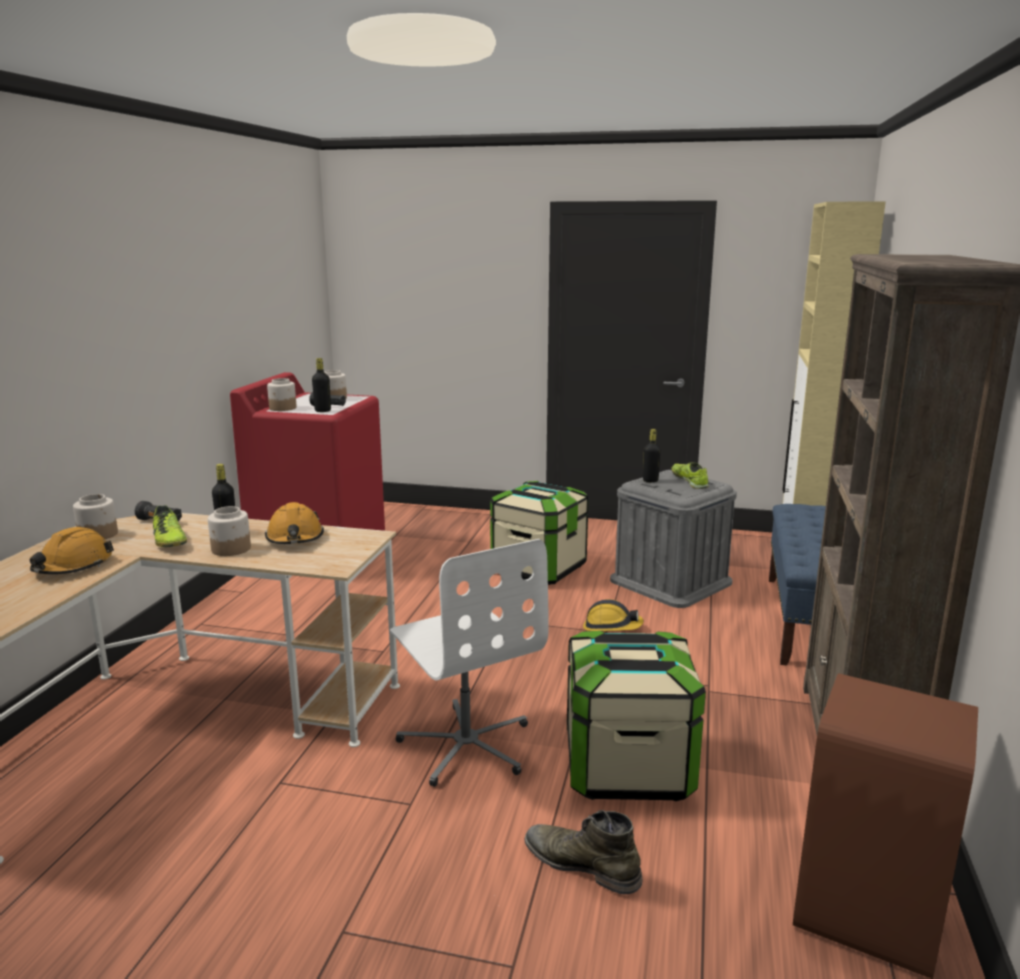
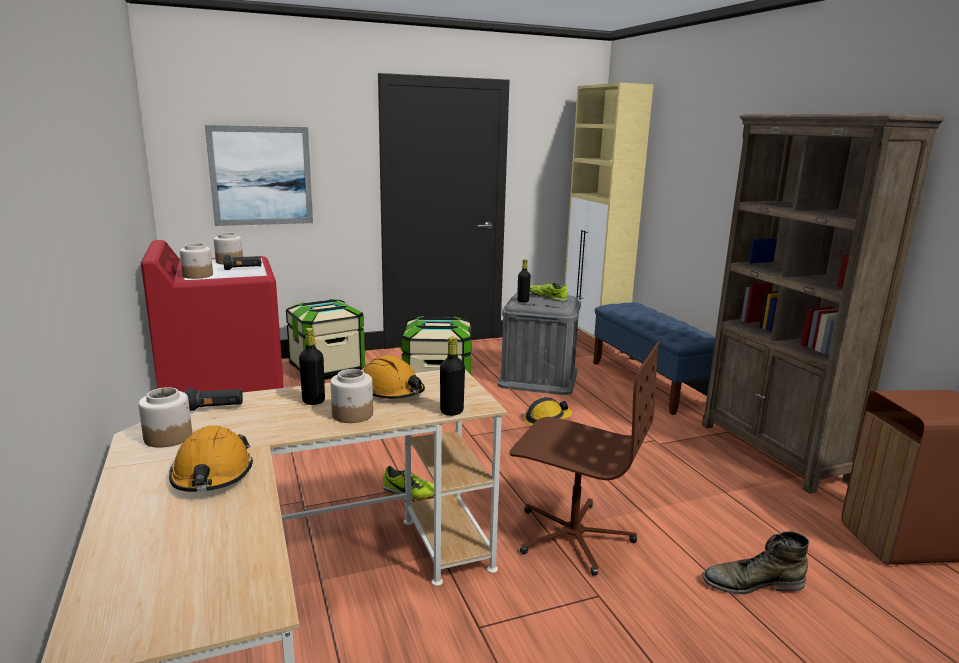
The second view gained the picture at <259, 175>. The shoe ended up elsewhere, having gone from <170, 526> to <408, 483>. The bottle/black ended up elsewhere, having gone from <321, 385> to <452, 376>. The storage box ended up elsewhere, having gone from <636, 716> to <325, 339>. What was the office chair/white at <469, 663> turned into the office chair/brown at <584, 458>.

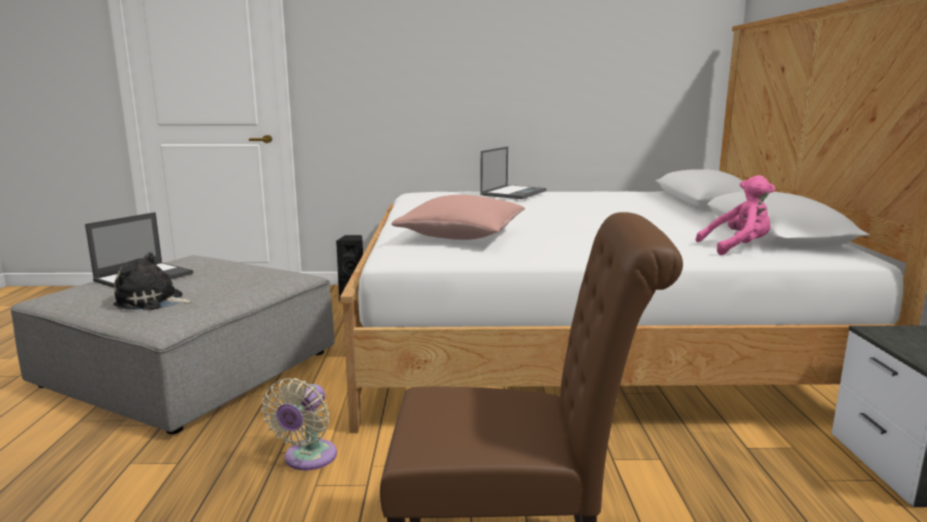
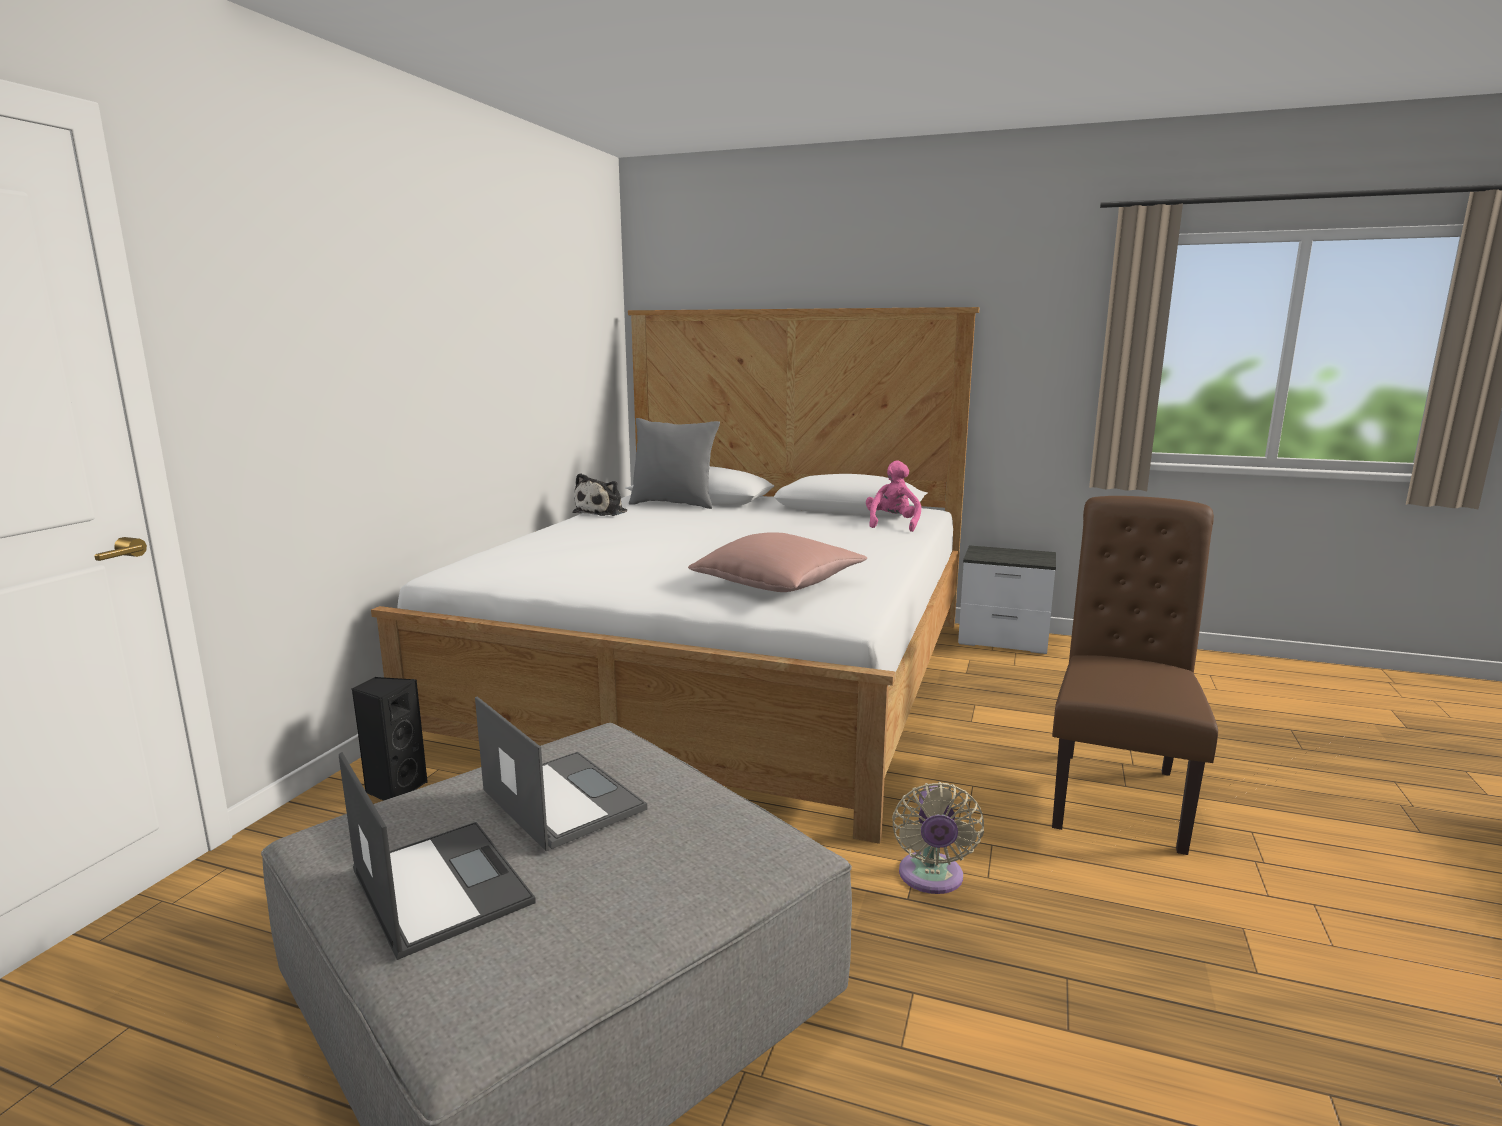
The second view gained the pillow/grey at <674, 463>. The plush toy ended up elsewhere, having gone from <154, 281> to <600, 494>. The laptop ended up elsewhere, having gone from <513, 172> to <561, 774>. The fan/beige at <299, 424> ended up facing another way, 60 degrees clockwise from before.

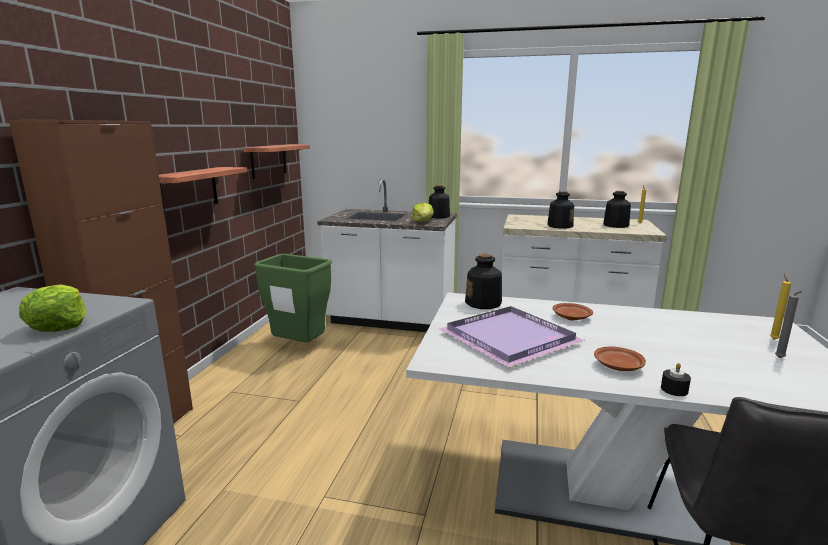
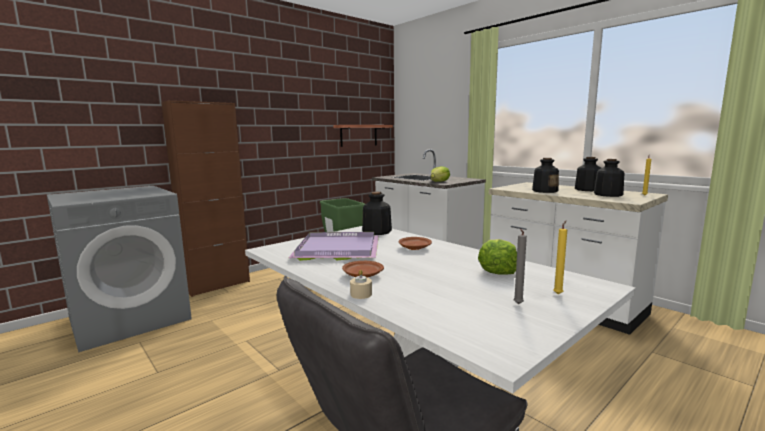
The second view lost the shelf at <203, 191>. The lettuce ended up elsewhere, having gone from <53, 308> to <497, 257>. The bottle ended up elsewhere, having gone from <439, 201> to <588, 174>. What was the candle/black at <676, 379> turned into the candle/beige at <361, 284>.

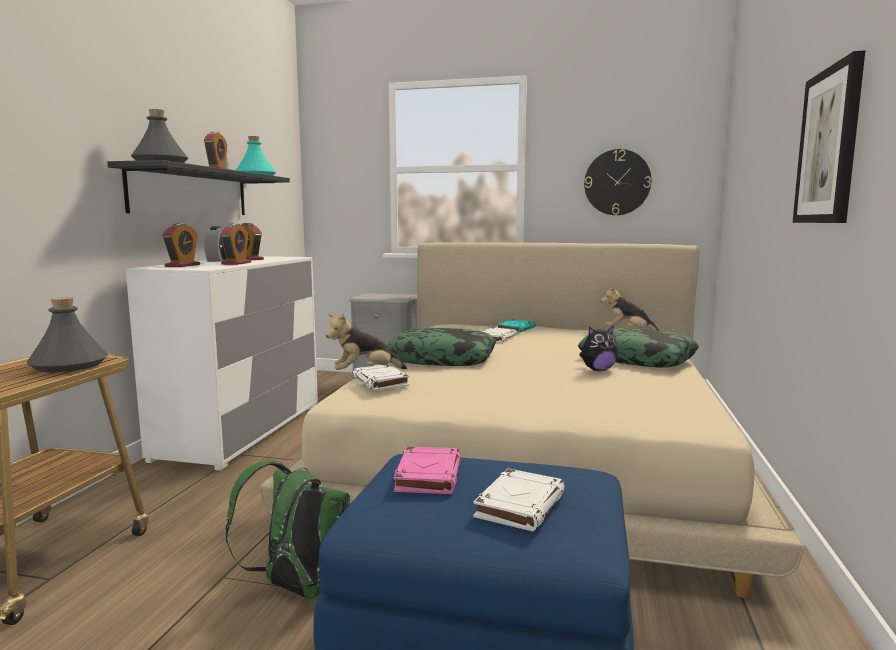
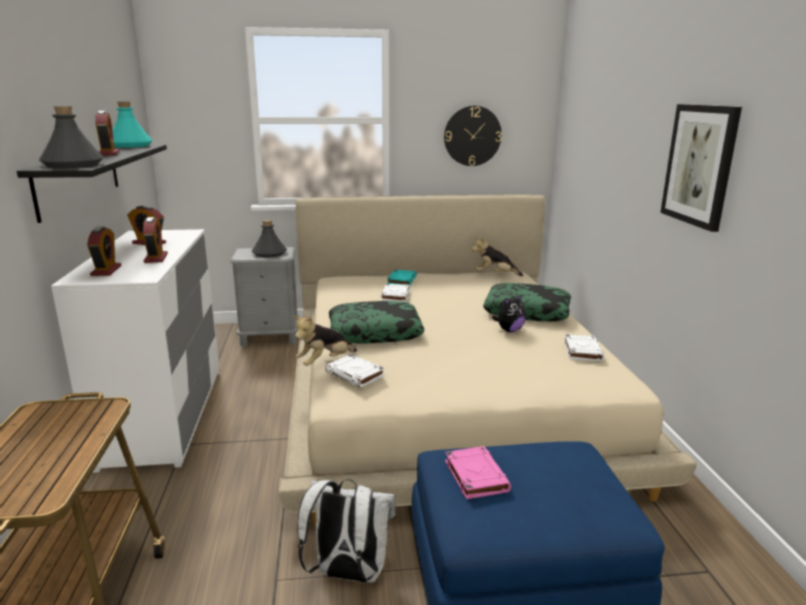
The second view lost the alarm clock at <215, 244>. The bottle/grey ended up elsewhere, having gone from <67, 334> to <269, 238>. The book/white ended up elsewhere, having gone from <519, 500> to <584, 348>. What was the backpack/green at <288, 530> turned into the backpack/white at <347, 531>.

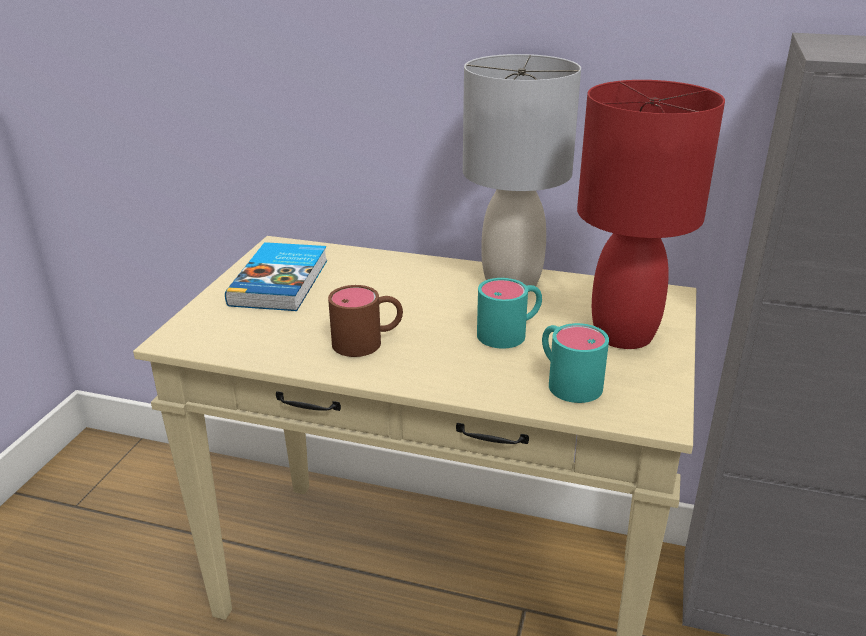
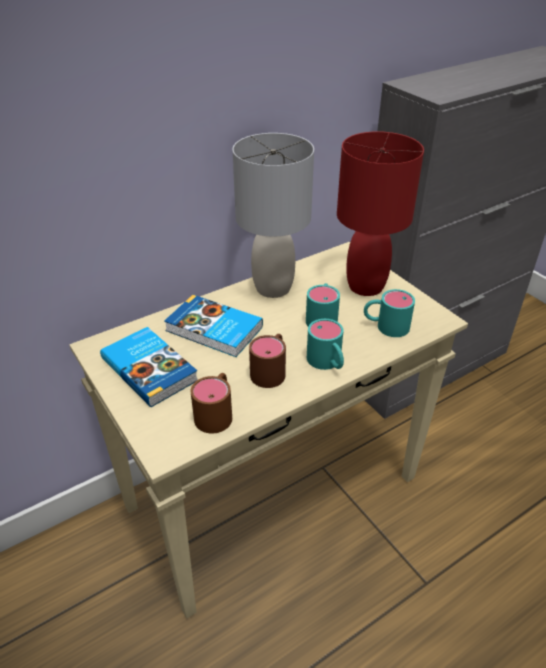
The second view gained the book at <213, 326>. The second view gained the mug/brown at <211, 403>. The second view gained the mug/turquoise at <325, 344>.

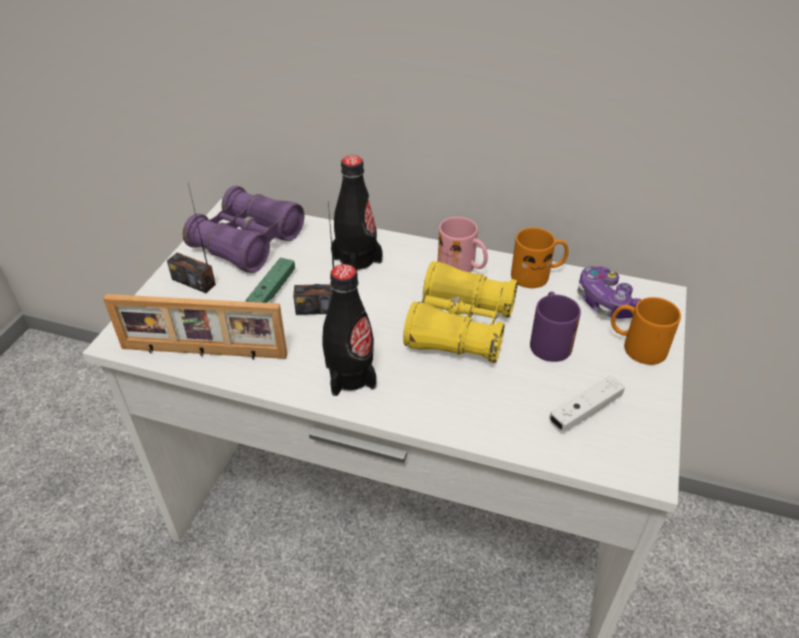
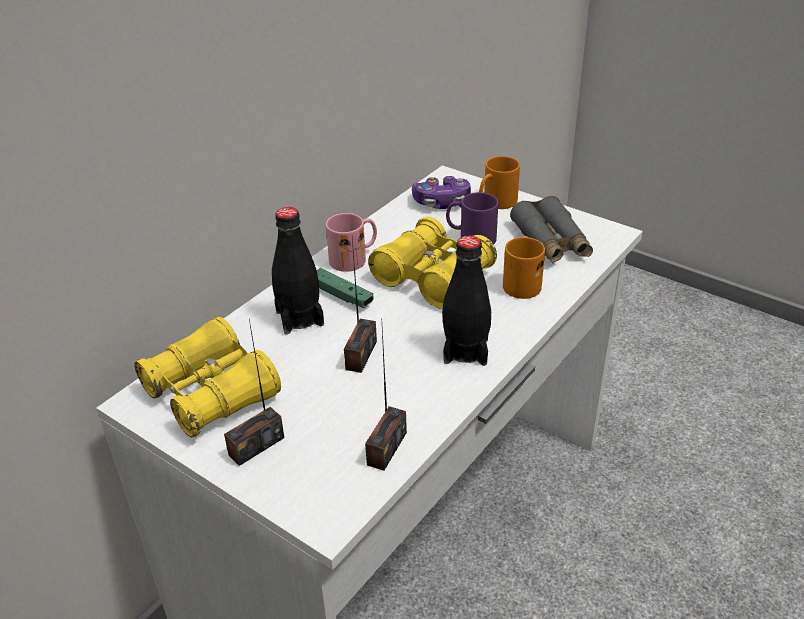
The game controller/green ended up elsewhere, having gone from <270, 280> to <345, 288>. The mug/orange ended up elsewhere, having gone from <540, 257> to <524, 267>. Where the picture frame stood at <195, 327>, the radio came to stand at <386, 400>. Where the game controller/white stood at <587, 403>, the binoculars/grey came to stand at <551, 229>. What was the binoculars/purple at <244, 229> turned into the binoculars/yellow at <207, 377>.

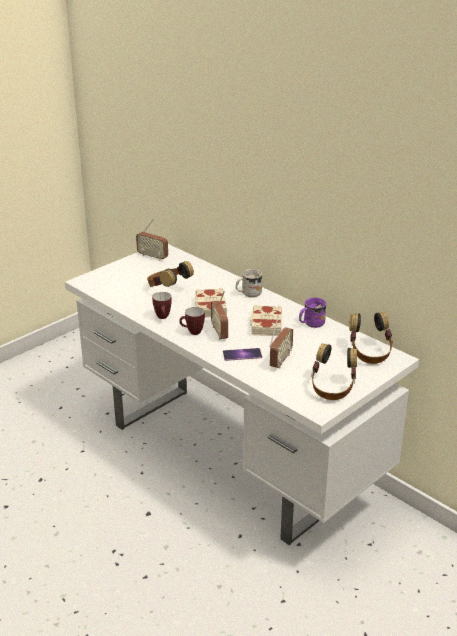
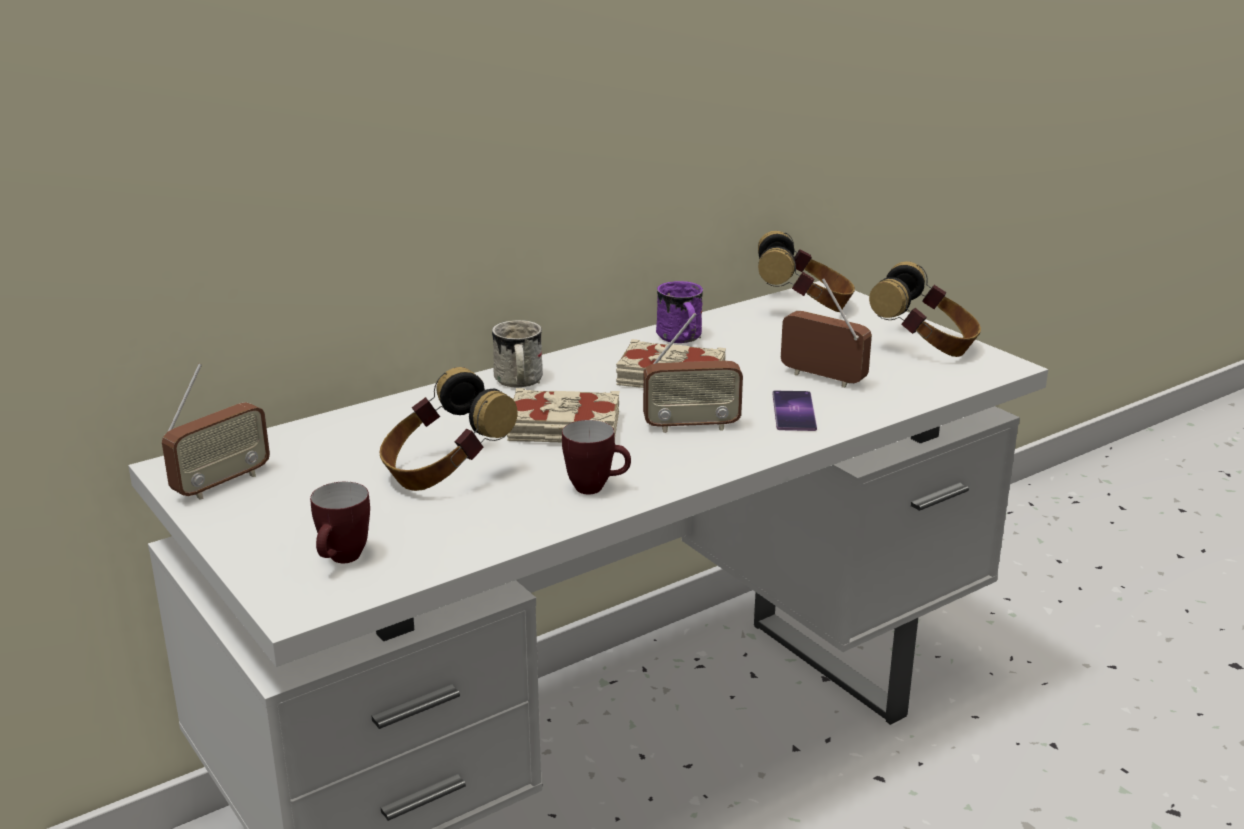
The mug ended up elsewhere, having gone from <192, 321> to <340, 522>.

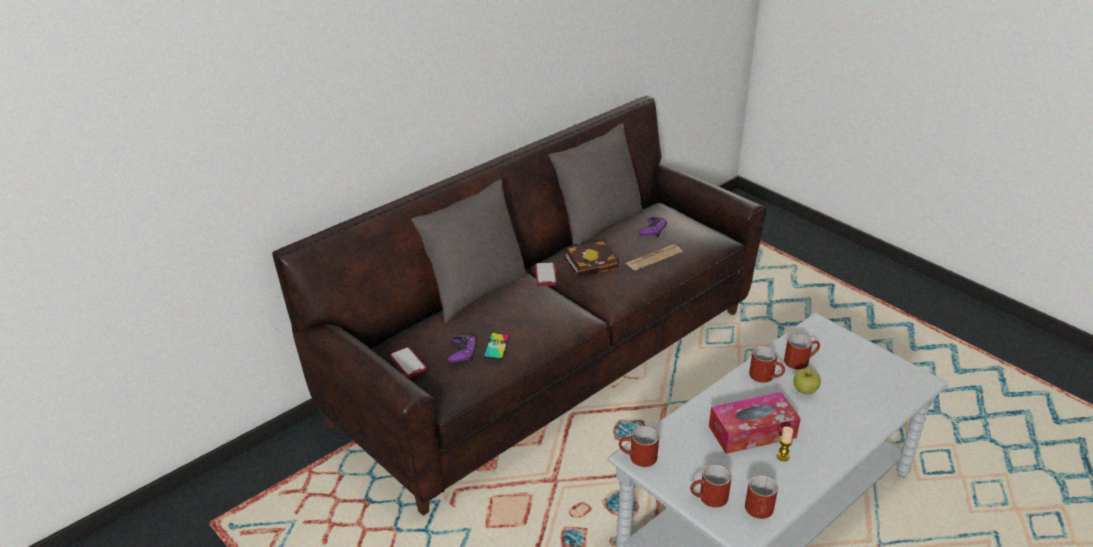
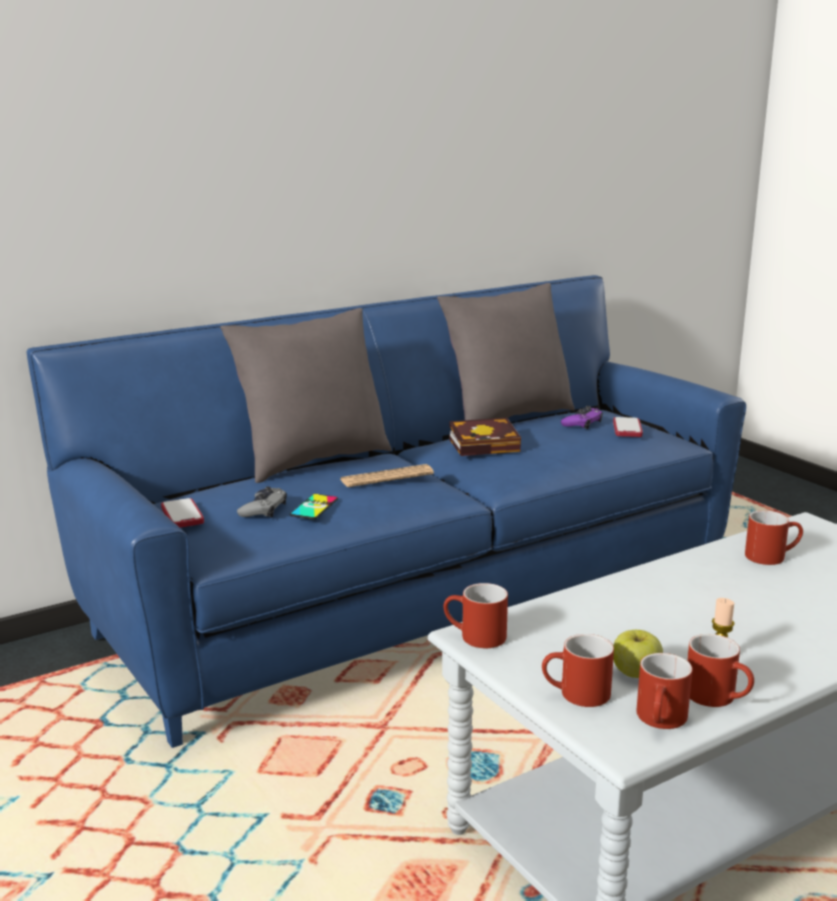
The second view lost the tissue box at <755, 423>. The phone ended up elsewhere, having gone from <546, 274> to <628, 427>. The newspaper ended up elsewhere, having gone from <654, 258> to <387, 475>. The mug/red ended up elsewhere, having gone from <767, 364> to <720, 670>. The apple ended up elsewhere, having gone from <807, 381> to <638, 654>. What was the sofa/brown at <519, 306> turned into the sofa/blue at <386, 511>. What was the game controller/purple at <462, 349> turned into the game controller/grey at <262, 502>.

